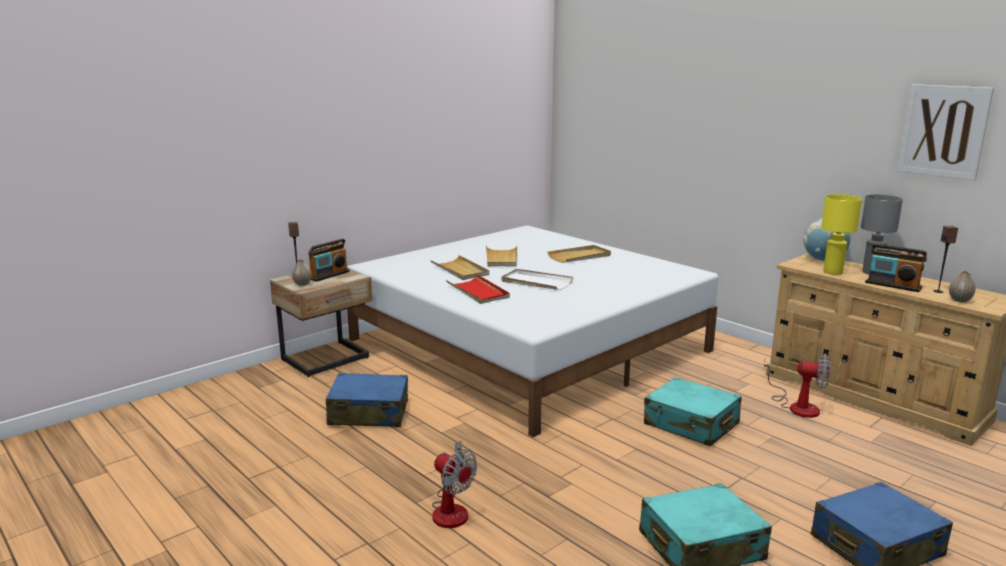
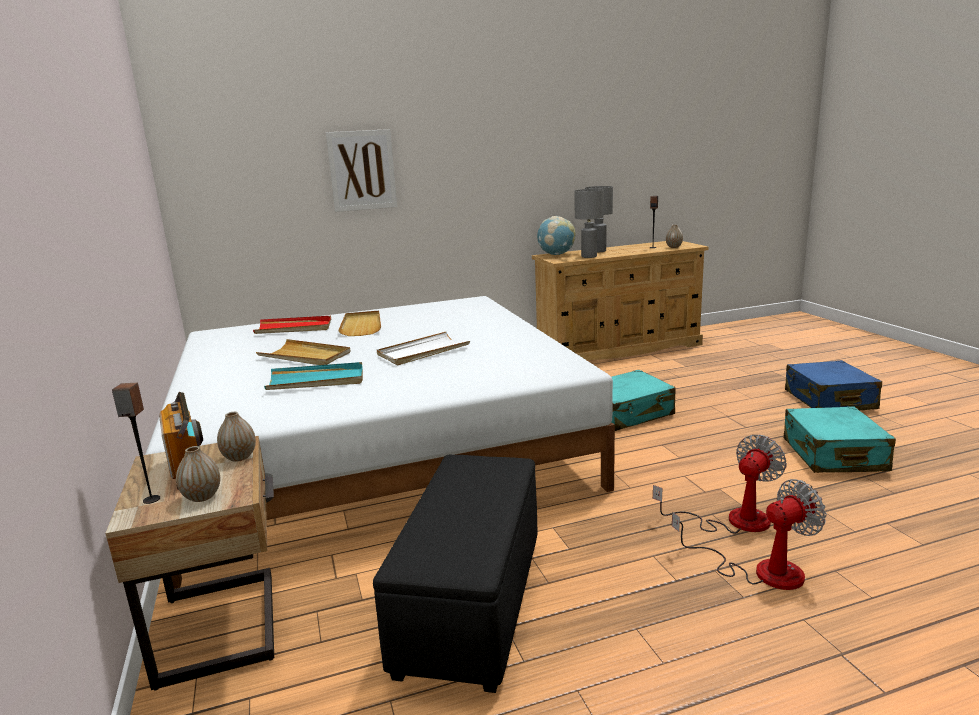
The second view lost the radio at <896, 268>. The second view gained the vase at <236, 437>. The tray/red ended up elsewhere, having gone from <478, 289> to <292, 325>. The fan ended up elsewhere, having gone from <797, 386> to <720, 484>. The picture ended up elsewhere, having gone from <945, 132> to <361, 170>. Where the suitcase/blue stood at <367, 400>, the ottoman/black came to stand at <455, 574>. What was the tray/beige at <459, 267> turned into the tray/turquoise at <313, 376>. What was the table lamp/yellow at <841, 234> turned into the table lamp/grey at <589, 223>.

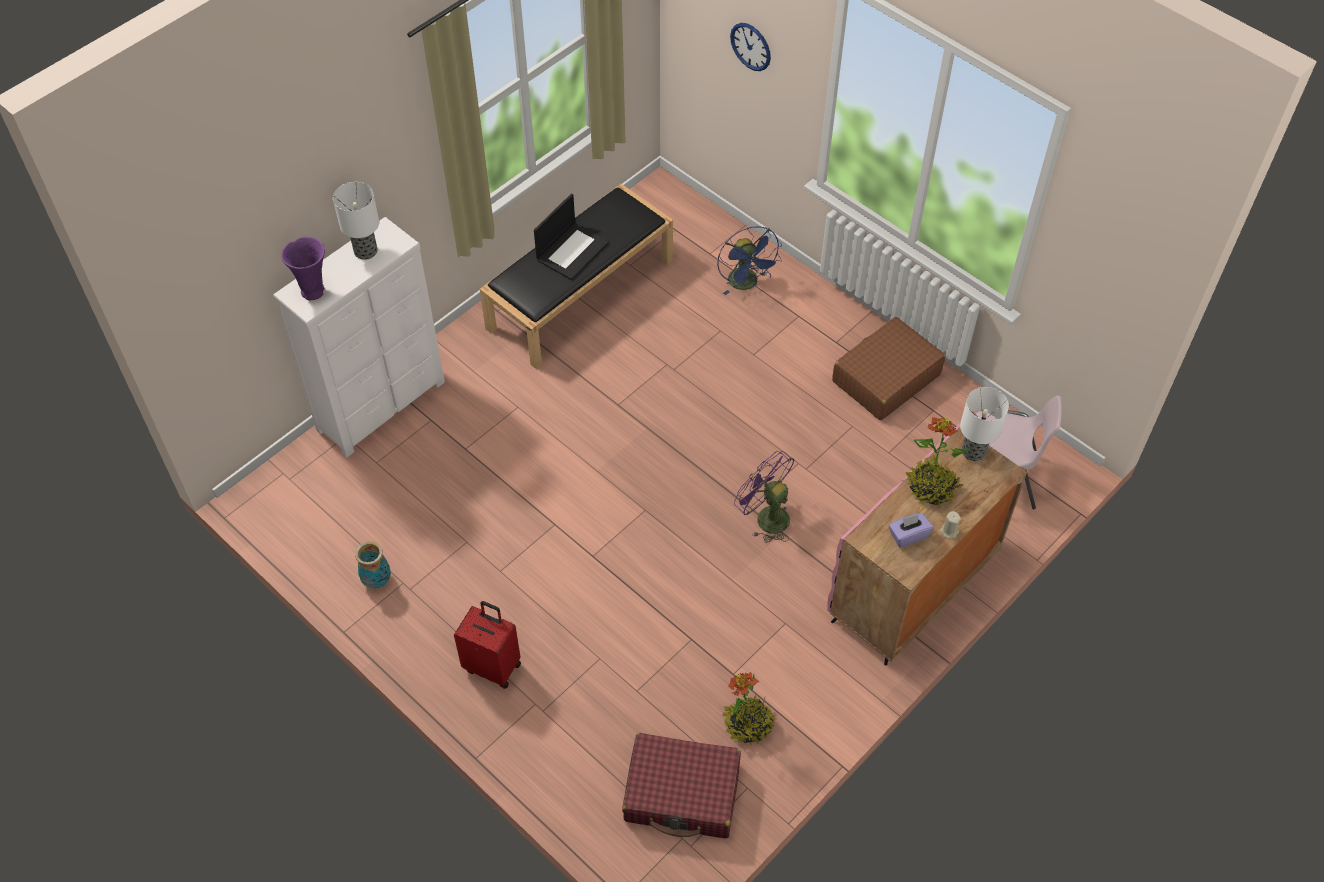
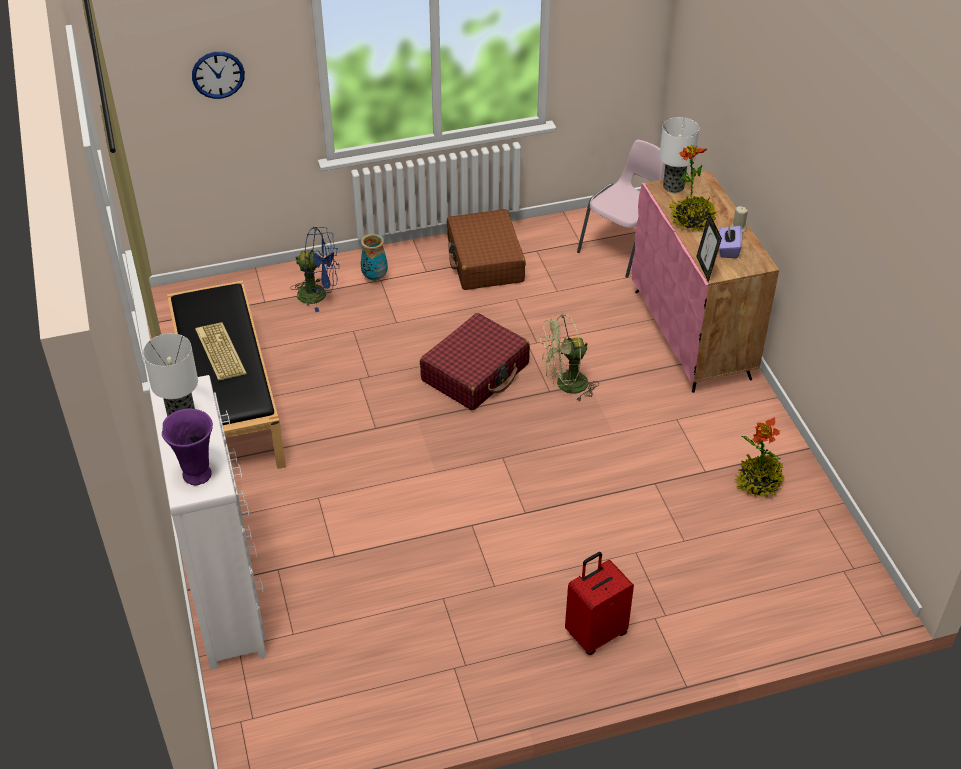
The second view gained the picture frame at <709, 247>. The vase ended up elsewhere, having gone from <373, 565> to <374, 257>. The suitcase/red ended up elsewhere, having gone from <681, 786> to <475, 361>. Where the laptop stood at <571, 236>, the keyboard came to stand at <221, 351>. What was the fan/purple at <764, 497> turned into the fan/green at <569, 357>.

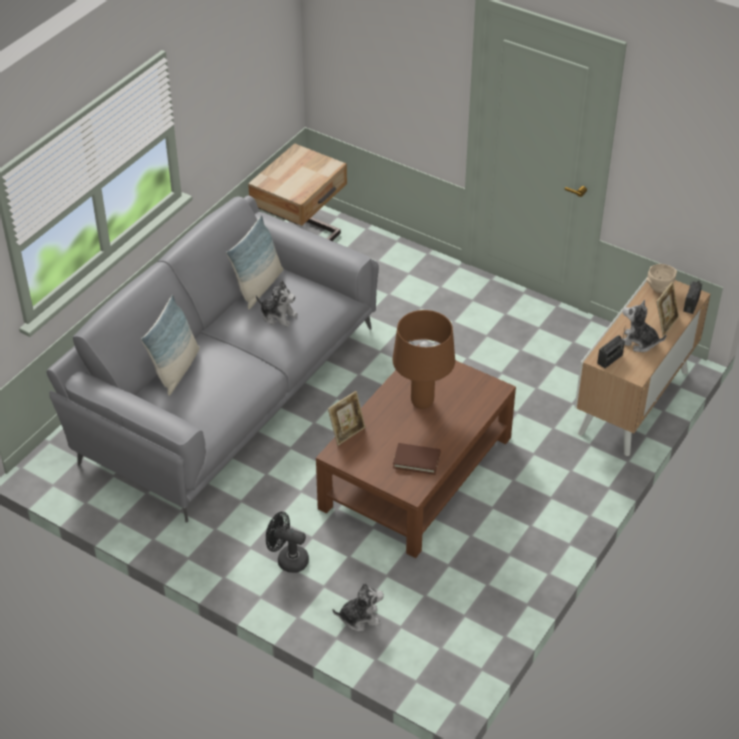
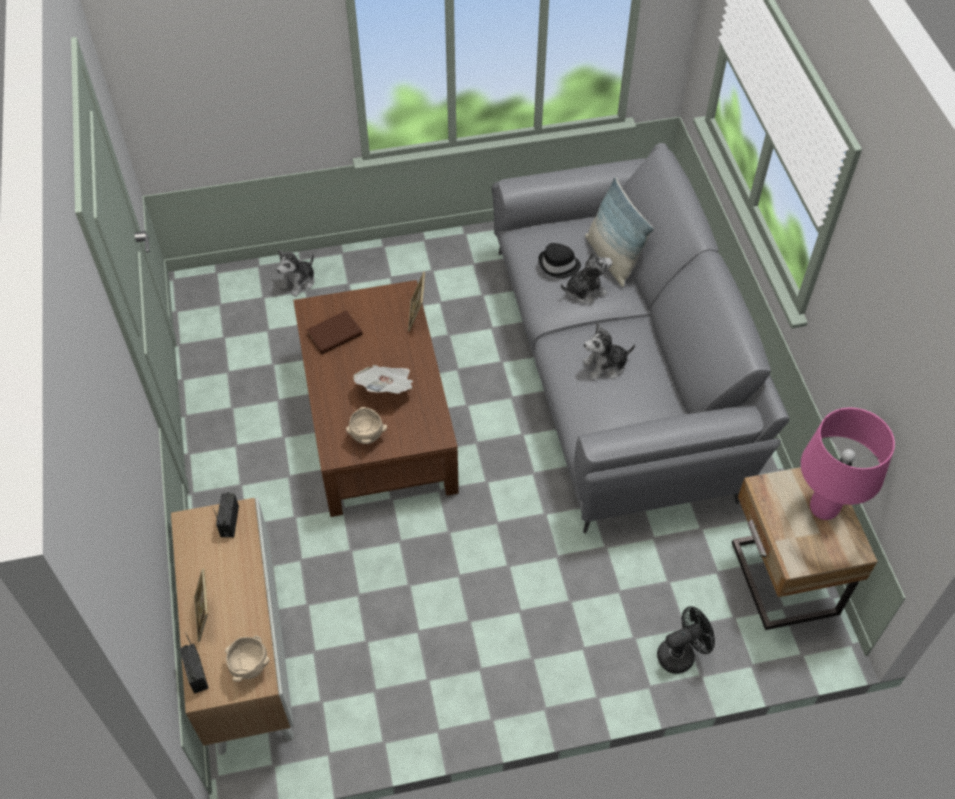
The second view lost the pillow at <254, 262>. The second view gained the bowl/beige at <366, 425>. The second view gained the hat/black at <559, 260>. The second view gained the table lamp/pink at <848, 464>. The fan/black ended up elsewhere, having gone from <287, 542> to <686, 640>. The plush toy ended up elsewhere, having gone from <644, 325> to <586, 276>. Where the table lamp/brown stood at <424, 359>, the newspaper came to stand at <383, 379>.

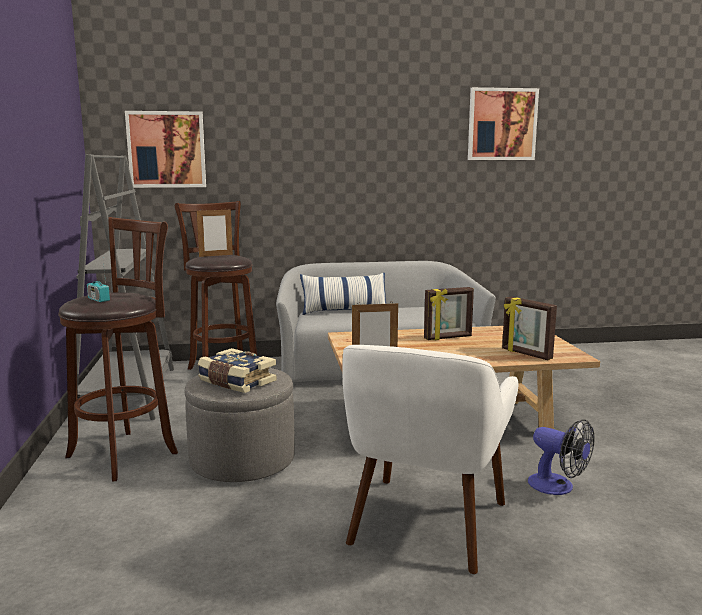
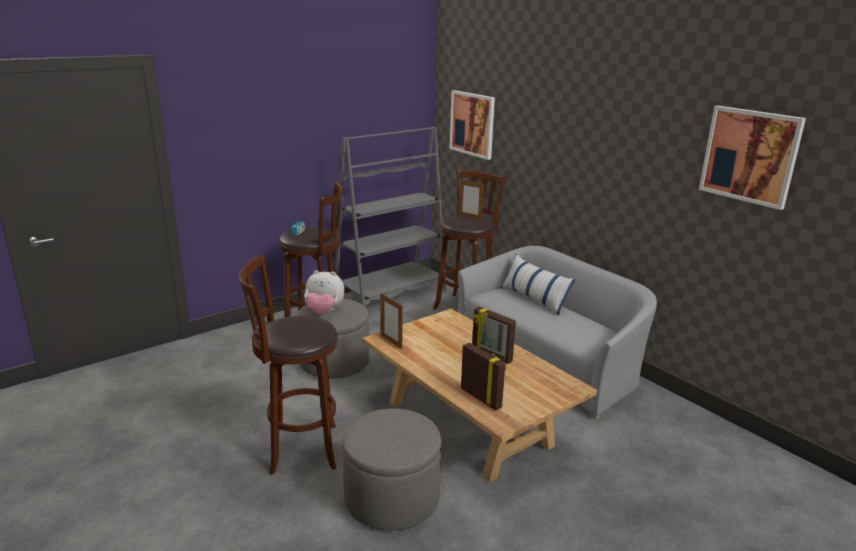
Where the book stood at <237, 370>, the plush toy came to stand at <324, 292>. Where the armchair/white stood at <430, 460>, the stool/brown came to stand at <288, 364>. Where the fan stood at <561, 457>, the ottoman/grey came to stand at <392, 469>. The picture frame at <529, 328> ended up facing another way, 120 degrees clockwise from before.

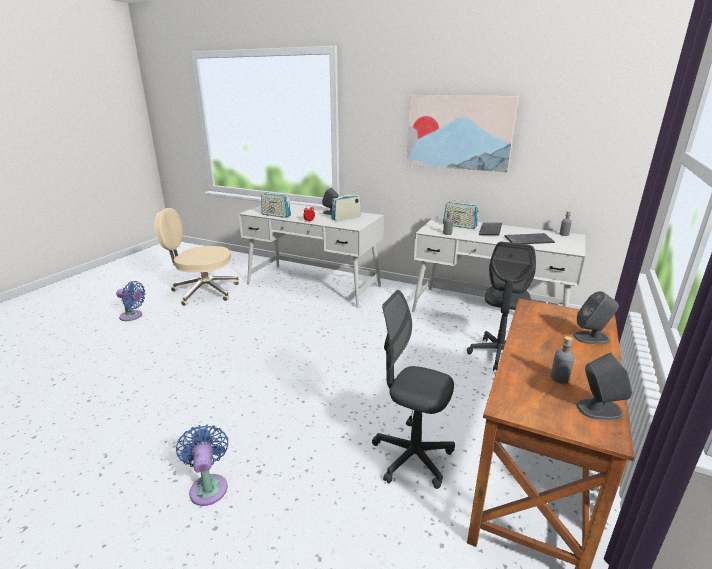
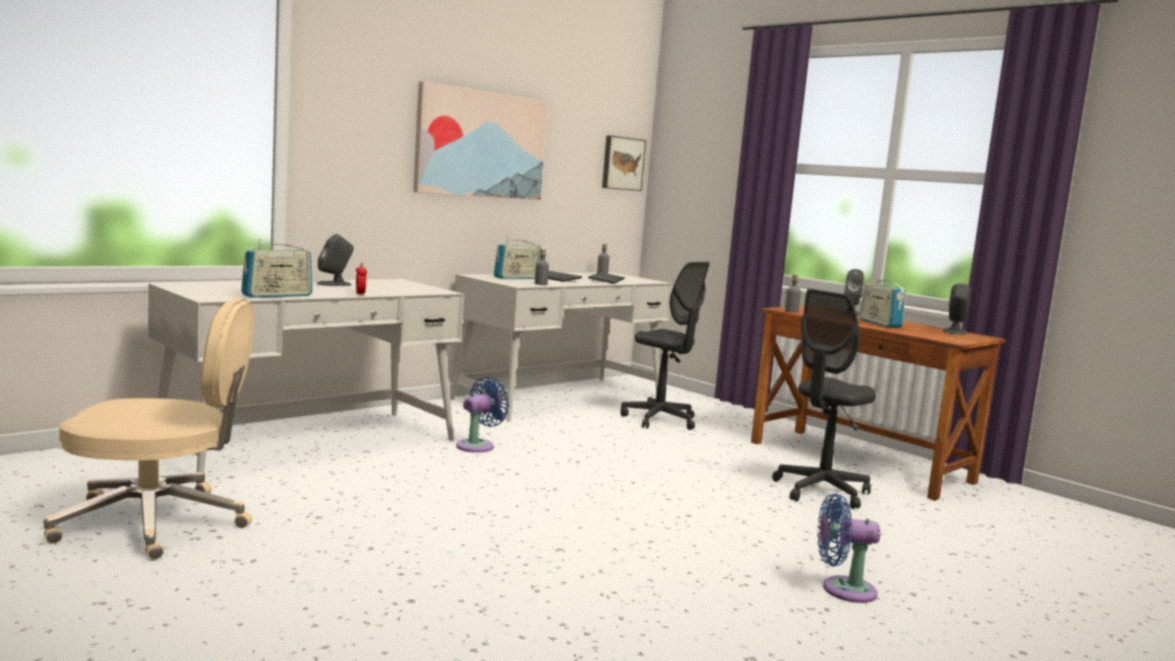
The second view gained the picture at <624, 163>. The fan/blue ended up elsewhere, having gone from <131, 301> to <483, 415>. The radio ended up elsewhere, having gone from <346, 208> to <882, 301>. The bottle/grey ended up elsewhere, having gone from <562, 360> to <793, 294>. The office chair/beige at <196, 257> ended up facing another way, 120 degrees counterclockwise from before.

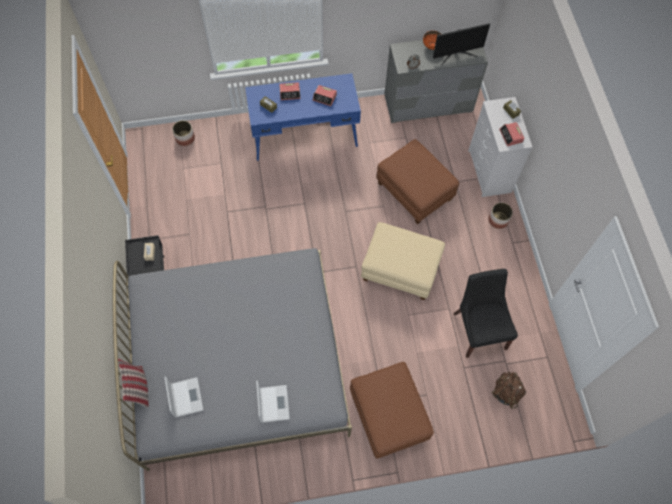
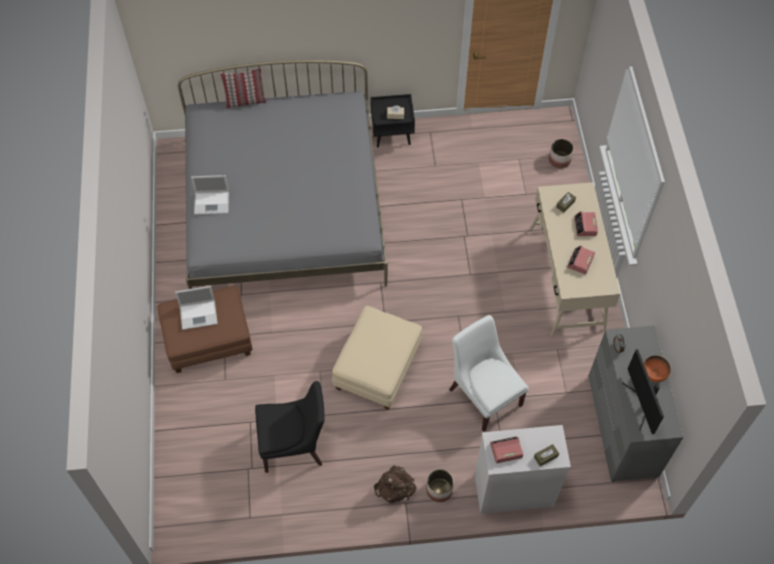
The laptop ended up elsewhere, having gone from <183, 396> to <196, 308>. The backpack/brown ended up elsewhere, having gone from <508, 390> to <395, 484>. Where the ottoman/brown stood at <417, 181>, the chair/white came to stand at <488, 373>. What was the desk/blue at <303, 117> turned into the desk/beige at <575, 259>.

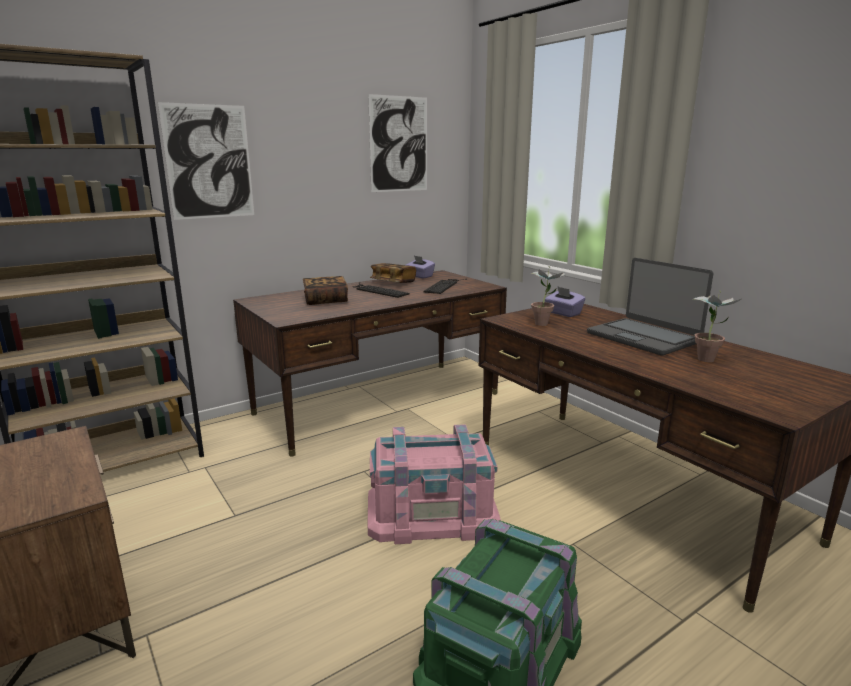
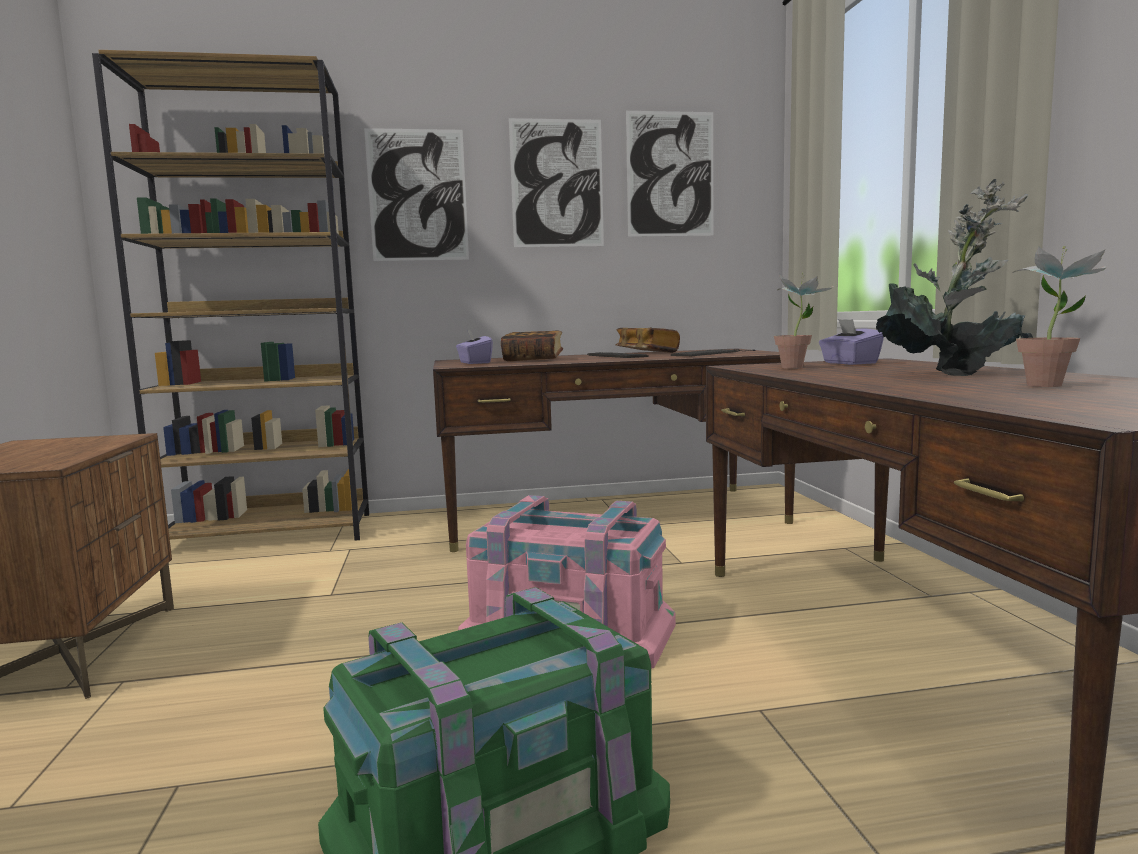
The second view gained the picture at <556, 182>. The tissue box/purple ended up elsewhere, having gone from <420, 267> to <474, 346>. Where the laptop stood at <650, 307>, the potted plant came to stand at <954, 277>.

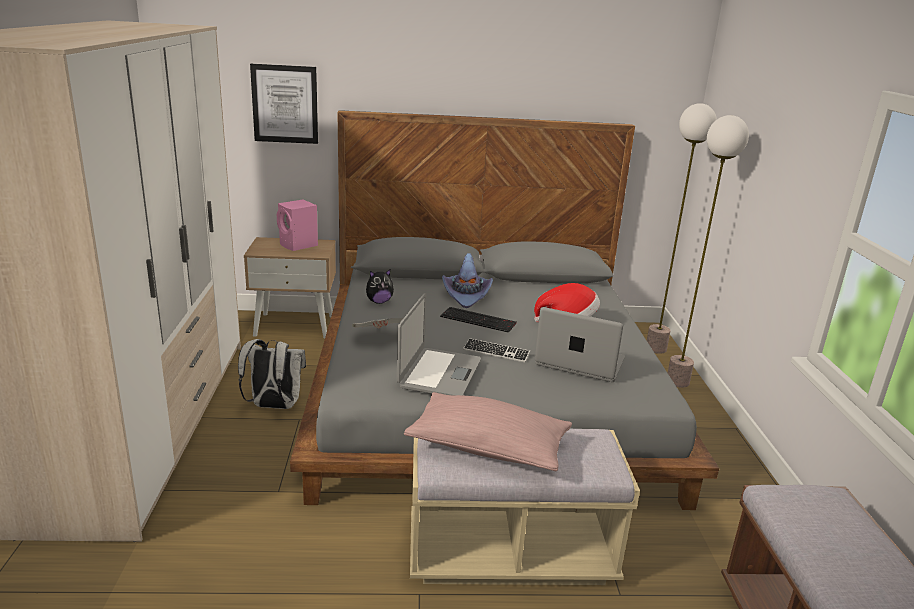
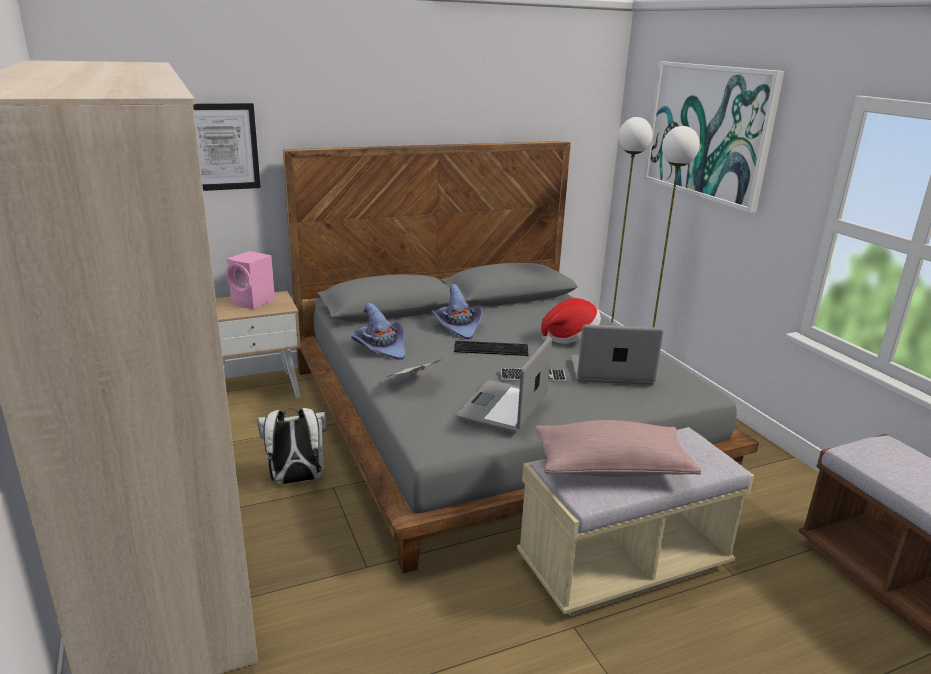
The second view gained the picture at <714, 137>. Where the plush toy stood at <380, 287>, the hat/purple came to stand at <378, 331>. The laptop at <439, 344> ended up facing another way, 150 degrees counterclockwise from before.

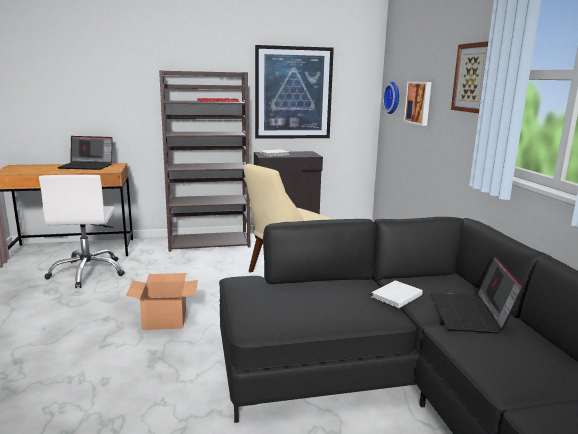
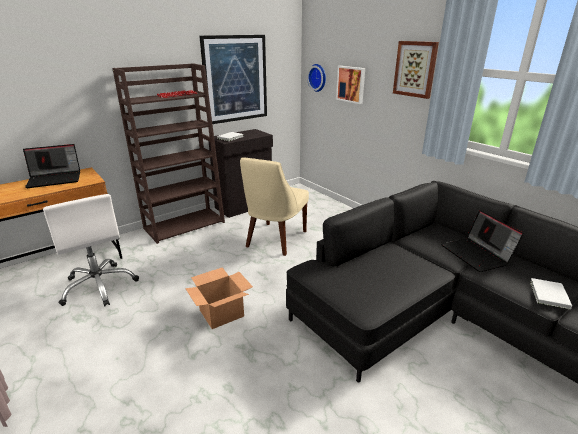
The book/white ended up elsewhere, having gone from <397, 294> to <551, 294>.

